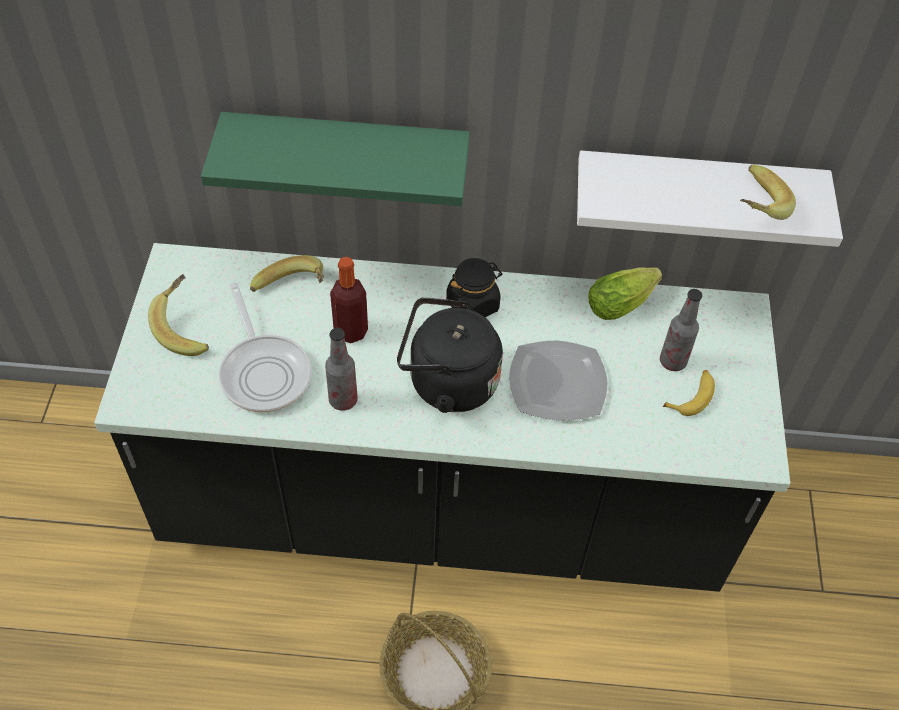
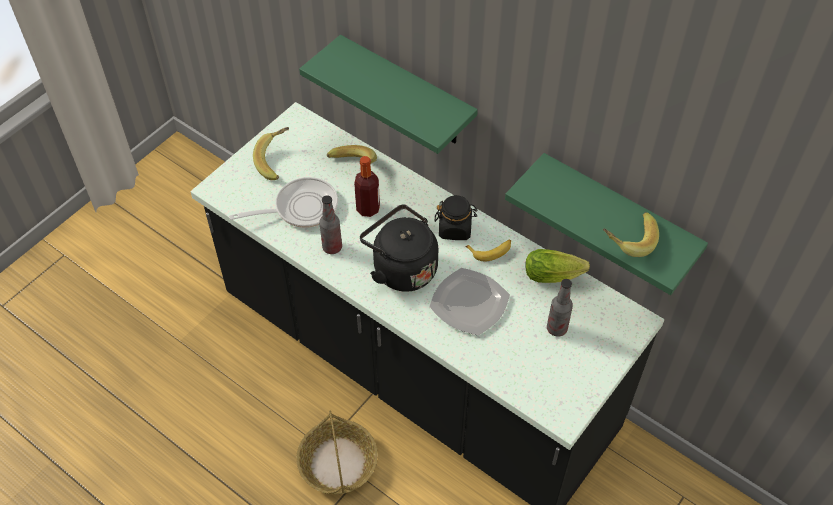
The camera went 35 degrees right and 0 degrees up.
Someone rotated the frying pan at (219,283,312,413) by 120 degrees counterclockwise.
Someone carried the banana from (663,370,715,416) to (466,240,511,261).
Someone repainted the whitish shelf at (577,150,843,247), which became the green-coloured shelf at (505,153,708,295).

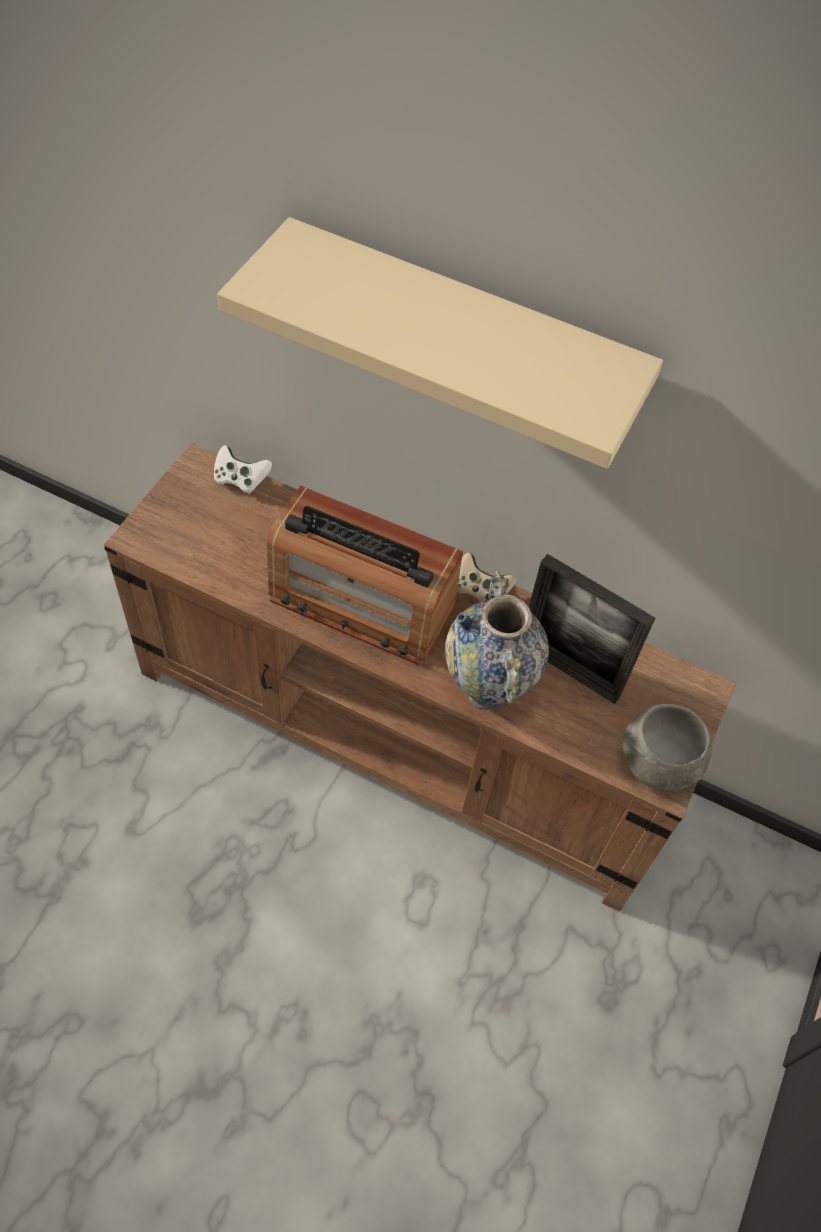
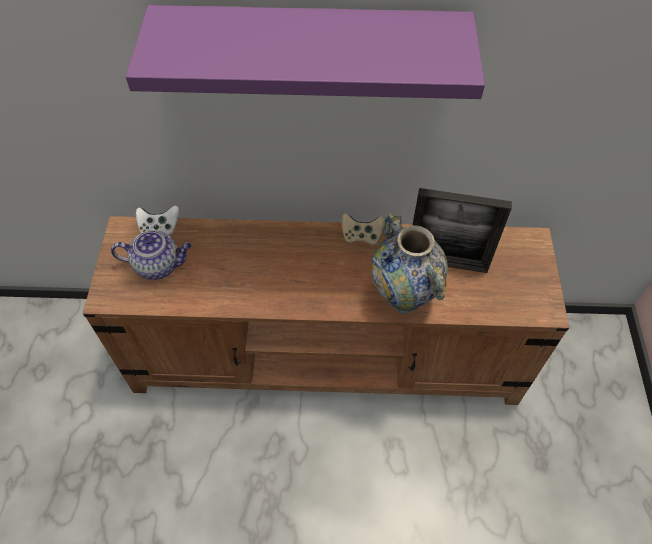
The camera went 20 degrees left and 0 degrees up.
Someone put down the tea pot at (111,230,192,280).
Someone repainted the beige shelf at (217,217,663,469), which became the purple shelf at (126,5,485,99).
Someone took away the radio set at (267,485,463,665).
Someone took away the grey serving bowl at (623,704,712,792).

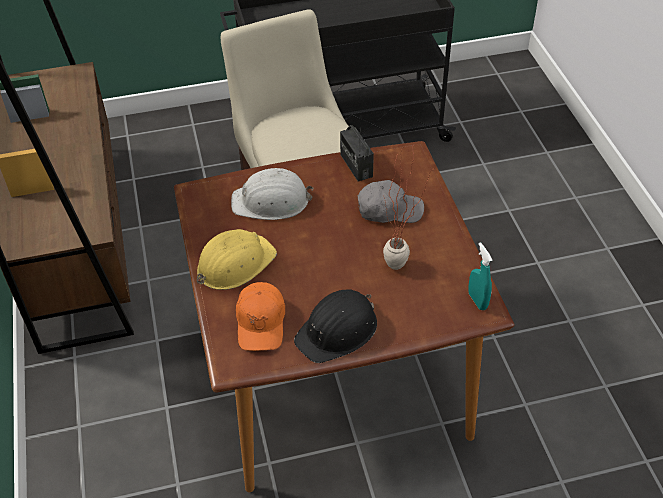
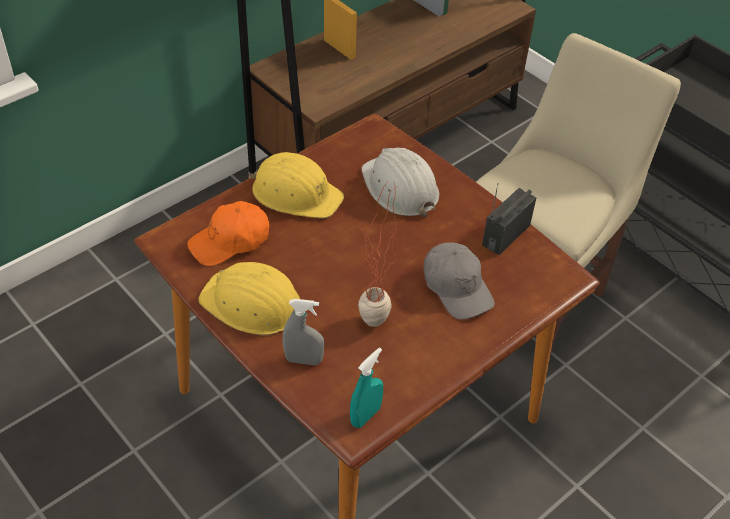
The camera went 60 degrees right and 0 degrees up.
Someone repainted the blackish hard hat at (294,289,377,363), which became the yellowish hard hat at (198,262,300,335).
Someone put down the grey sprayer at (283,299,324,365).

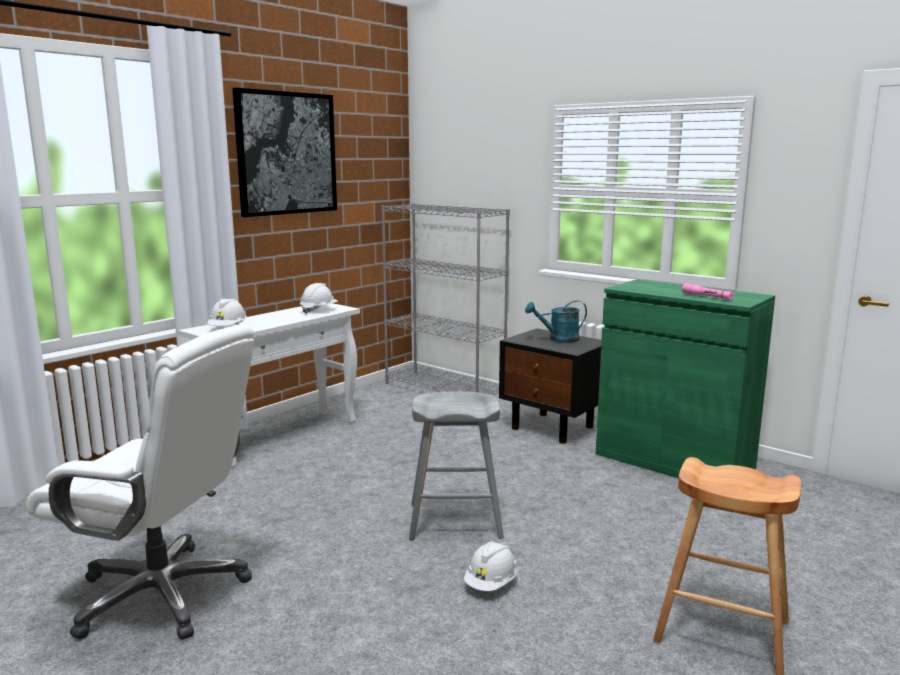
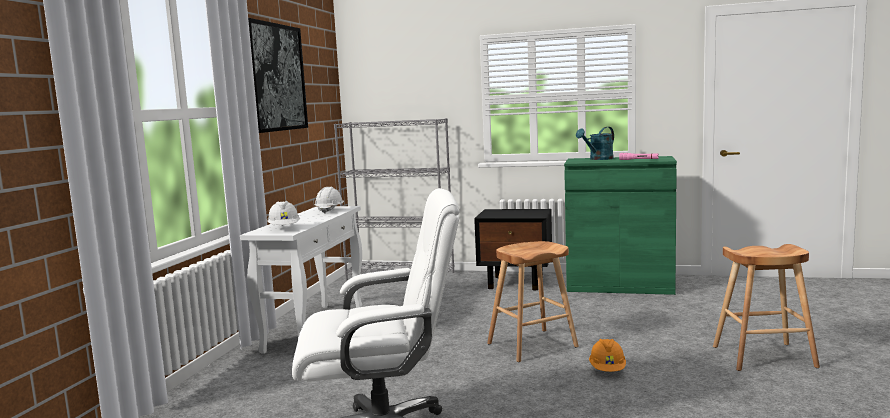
The camera went 25 degrees left and 5 degrees down.
Someone repainted the grey stool seat at (409,391,504,540), which became the brown-coloured stool seat at (487,241,579,362).
Someone carried the turquoise watering pot from (525,301,587,343) to (576,127,614,160).
Someone repainted the whitish hard hat at (464,541,518,591), which became the orangey hard hat at (589,339,626,372).

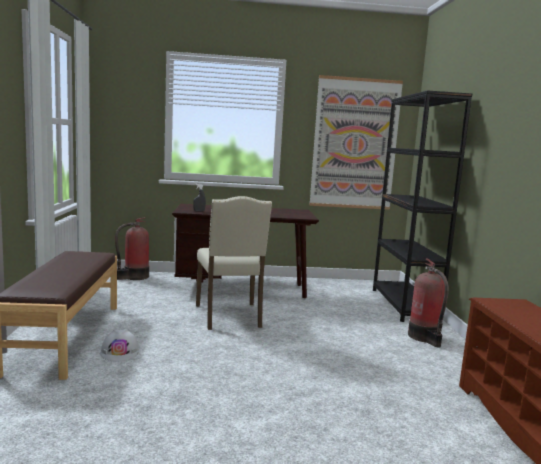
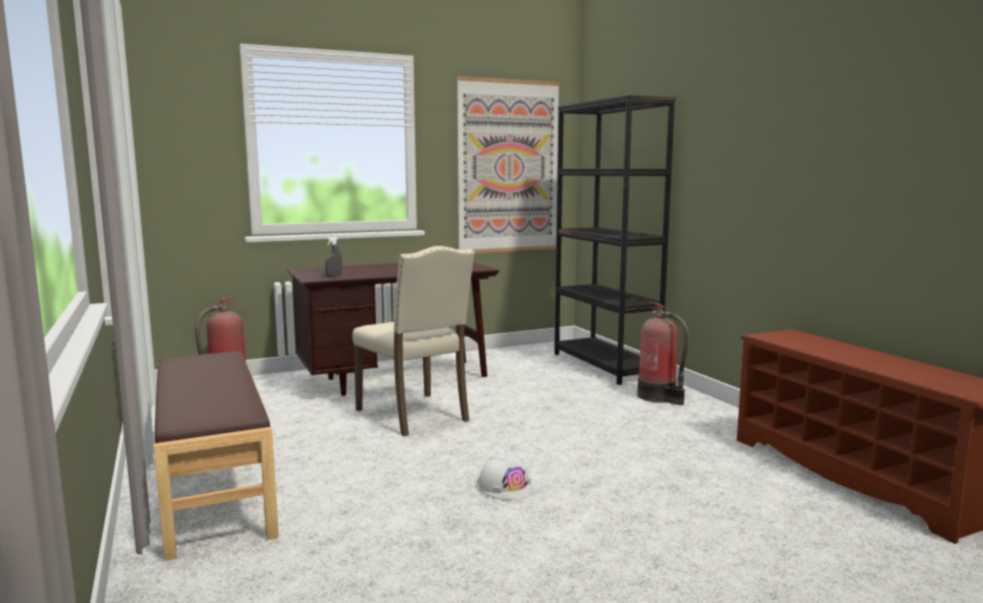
The camera went 20 degrees left and 0 degrees up.
Someone carried the whitish hard hat from (100,329,139,361) to (477,452,534,500).

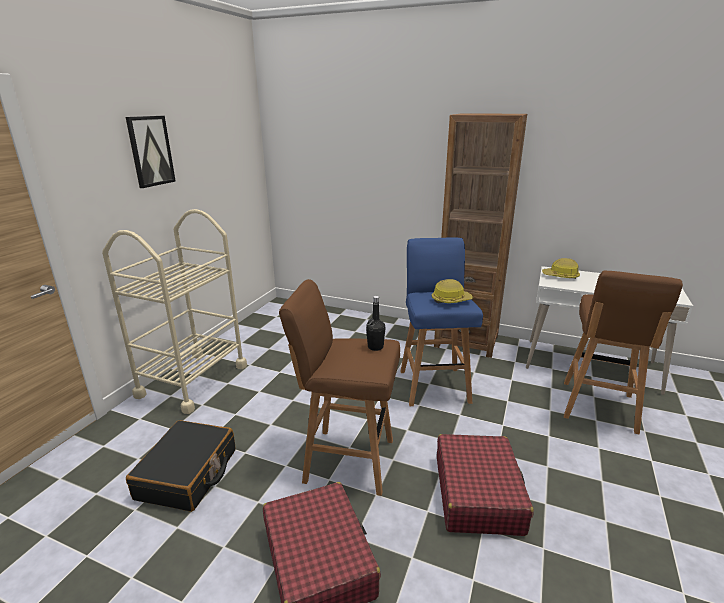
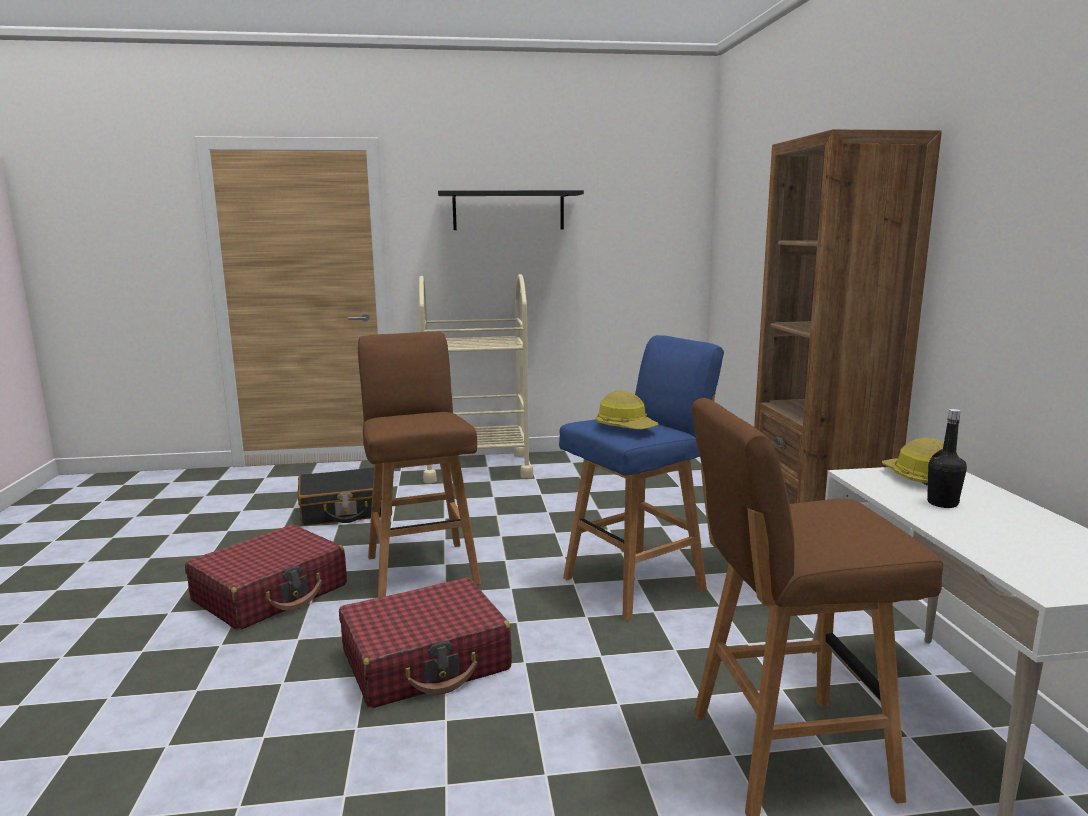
The camera went 60 degrees right and 10 degrees down.
Someone swapped the wall picture at (126,116,176,188) for the blackish shelf at (438,190,584,230).
Someone carried the blackish drink bottle from (366,296,386,351) to (927,409,967,508).

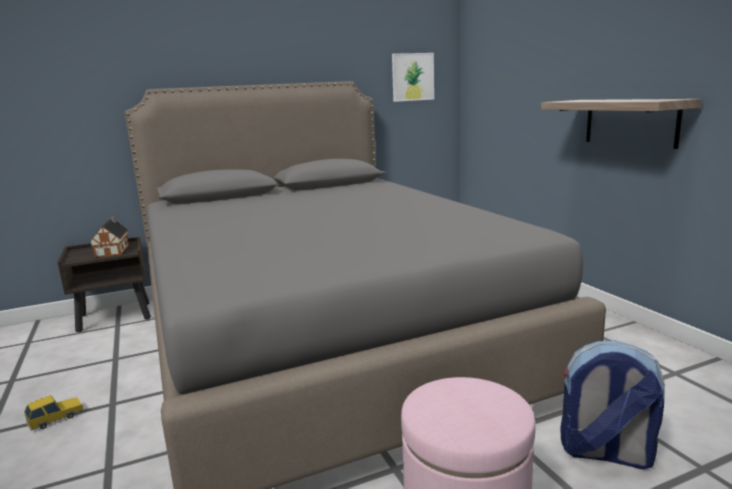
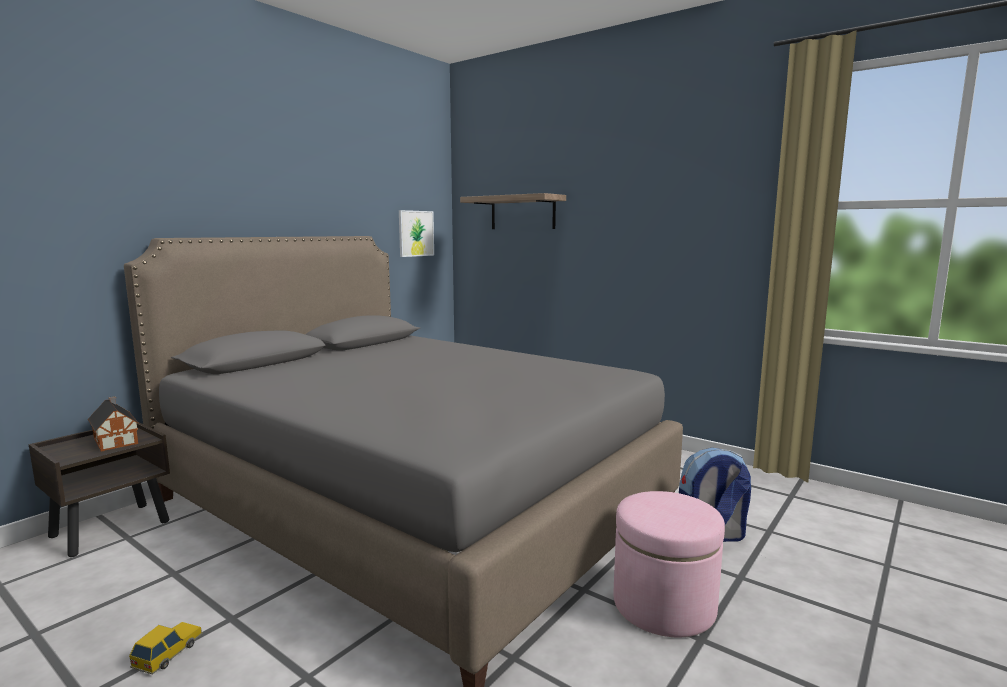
The camera went 30 degrees left and 5 degrees down.
Someone carried the shelf from (541,99,701,149) to (460,193,566,229).

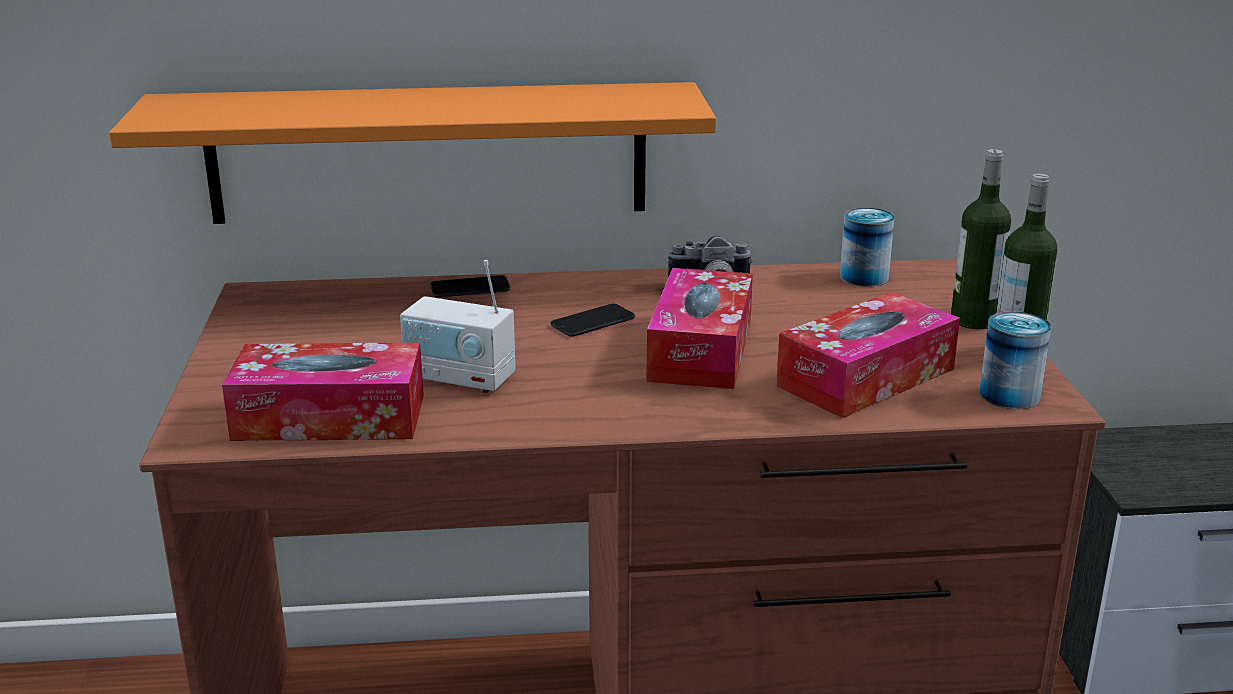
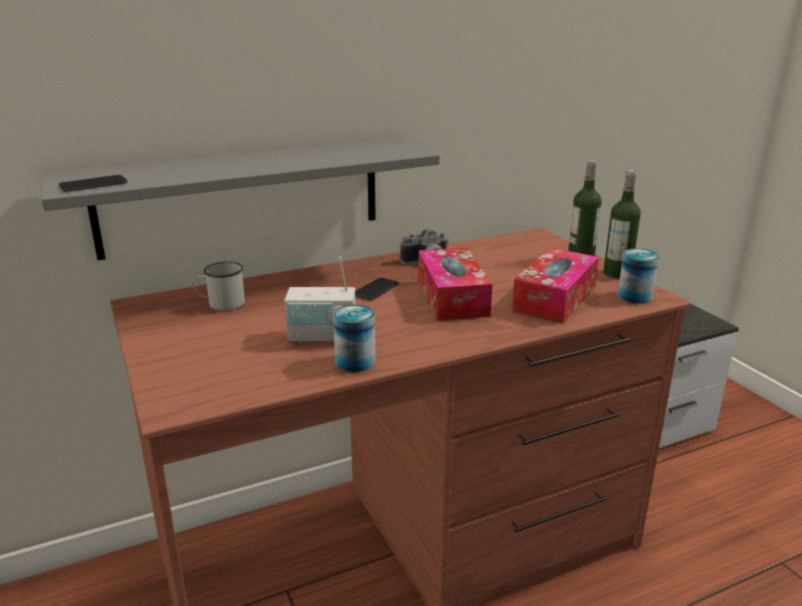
The camera went 20 degrees left and 0 degrees up.
Someone repainted the orangey shelf at (109,82,716,224), which became the grey shelf at (40,138,440,260).
Someone carried the phone from (430,275,510,298) to (58,175,128,192).
Someone put down the whitish coffee mug at (192,262,245,311).
Someone carried the sealed can from (840,208,895,286) to (333,305,376,372).
Someone took away the tissue holder at (222,342,424,441).

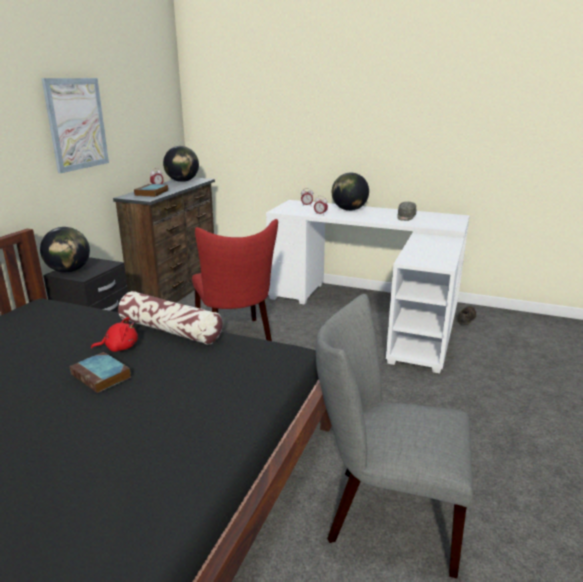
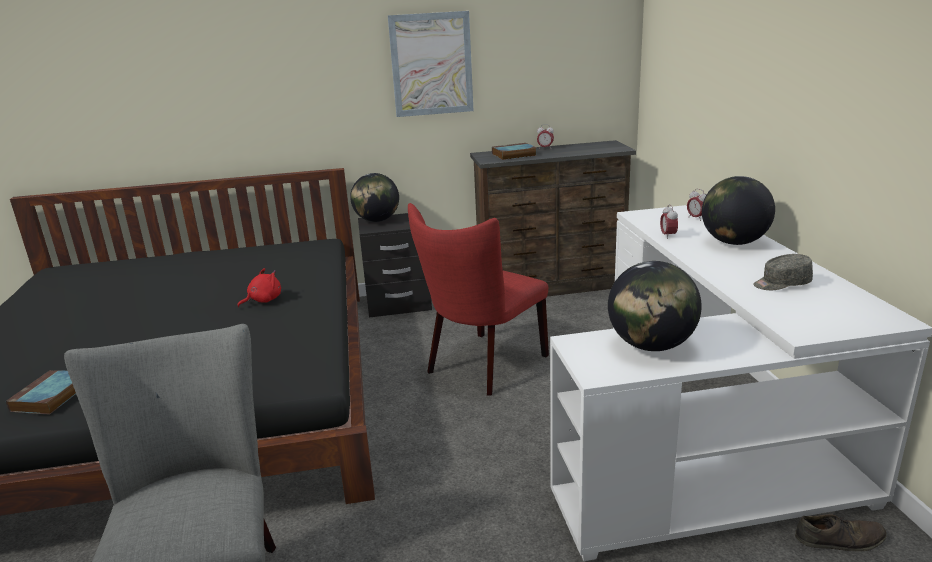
The camera went 60 degrees right and 0 degrees up.
Someone carried the volume from (70,352,131,393) to (6,370,76,415).
Someone rotated the red-coloured soft toy at (91,317,138,352) by 90 degrees counterclockwise.
Someone carried the globe from (163,146,199,182) to (608,261,702,351).
Someone took away the throw pillow at (118,291,223,345).

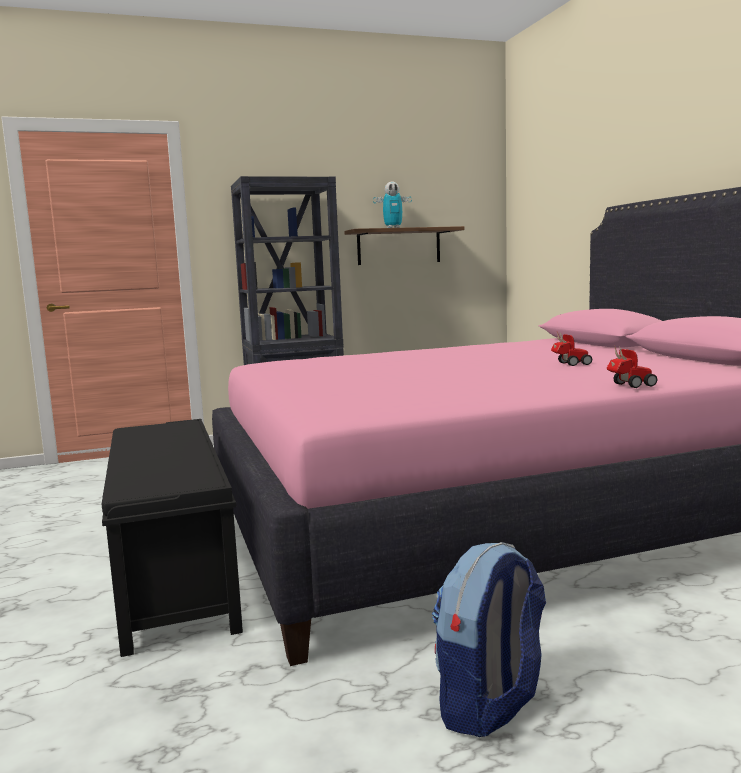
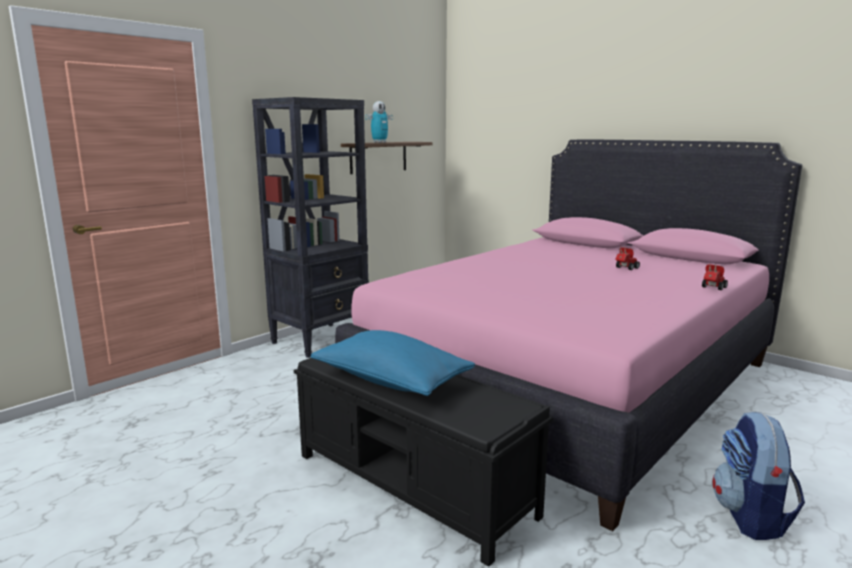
The camera went 30 degrees left and 5 degrees up.
Someone put down the bluish throw pillow at (311,330,475,396).

